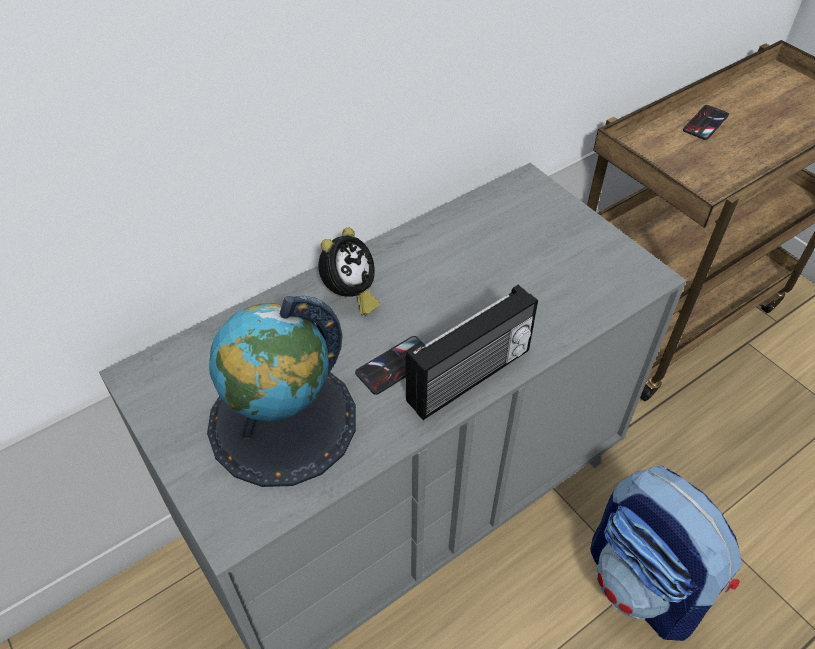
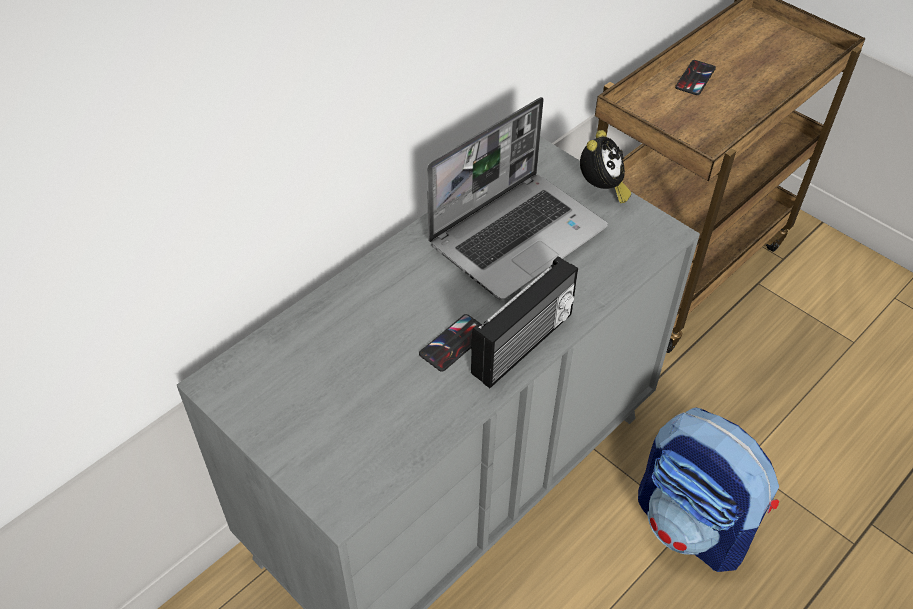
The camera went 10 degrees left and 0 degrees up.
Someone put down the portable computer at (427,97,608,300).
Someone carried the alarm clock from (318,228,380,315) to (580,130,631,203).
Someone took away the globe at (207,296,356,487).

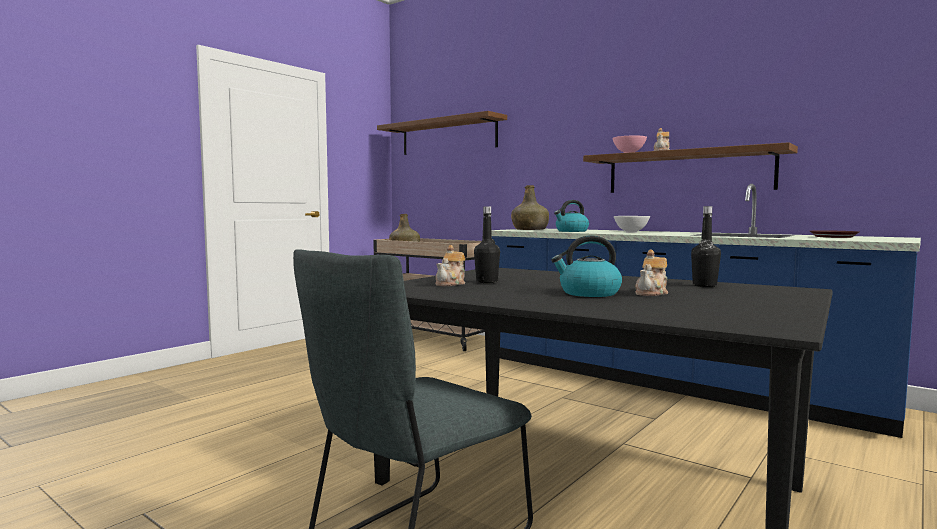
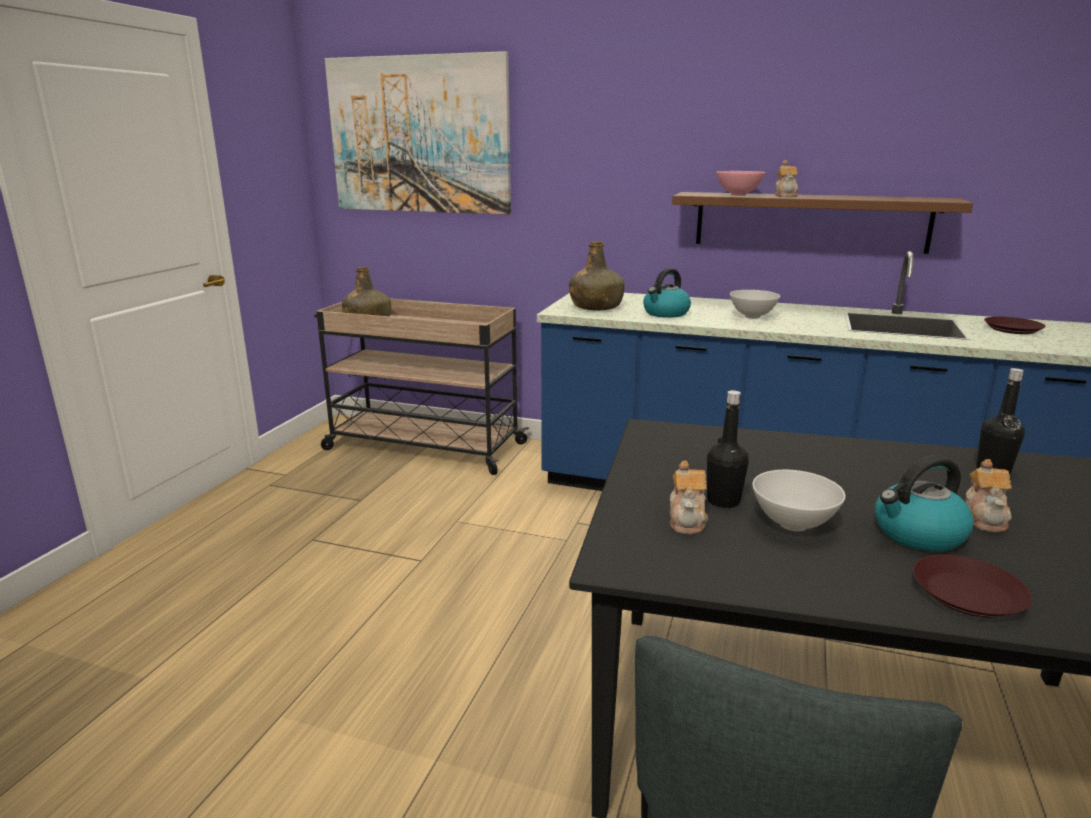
The camera went 20 degrees left and 15 degrees up.
Someone swapped the brown-coloured shelf at (377,111,507,155) for the wall picture at (325,51,511,215).
Someone put down the whitish serving bowl at (752,470,845,531).
Someone put down the brown-coloured flat dish at (913,554,1032,617).

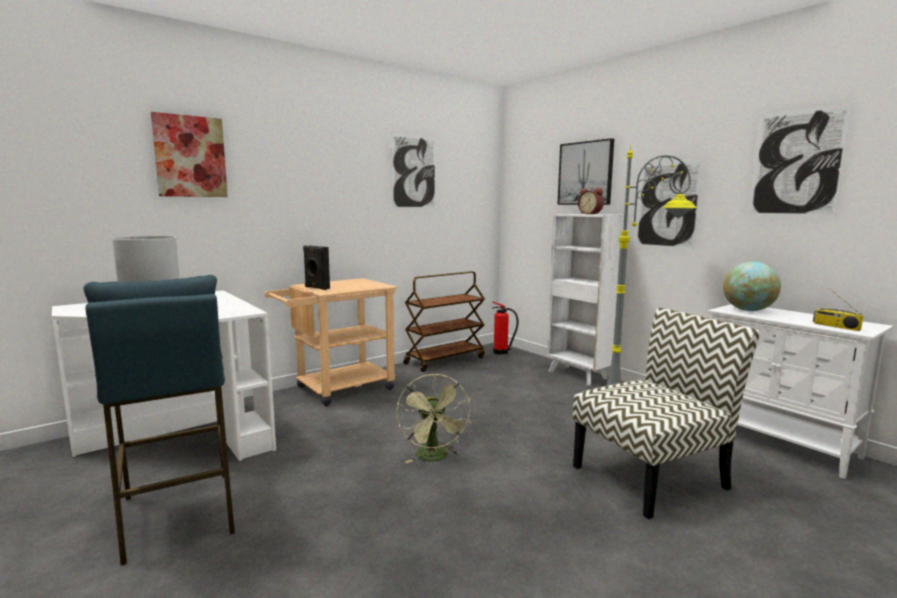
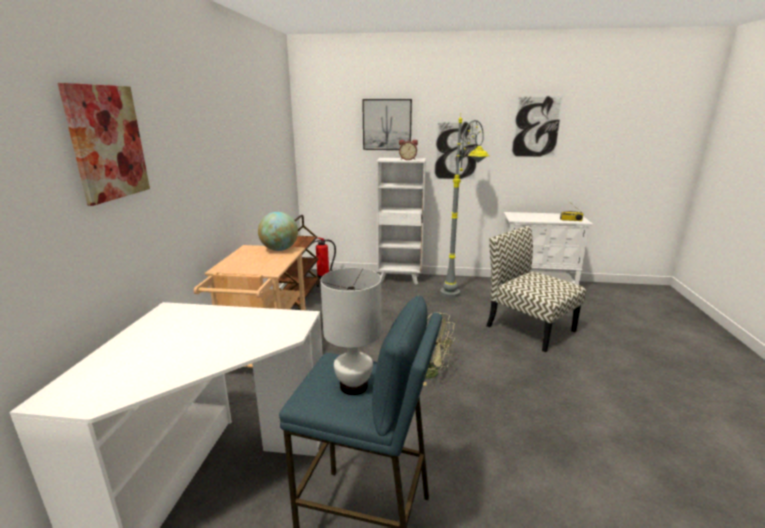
The camera went 45 degrees left and 10 degrees up.
Someone carried the globe from (723,262,781,311) to (258,212,298,251).
Someone rotated the upright chair at (573,308,760,519) by 60 degrees counterclockwise.
Someone took away the blackish loudspeaker at (303,245,330,290).
Someone took away the wall picture at (391,133,436,208).

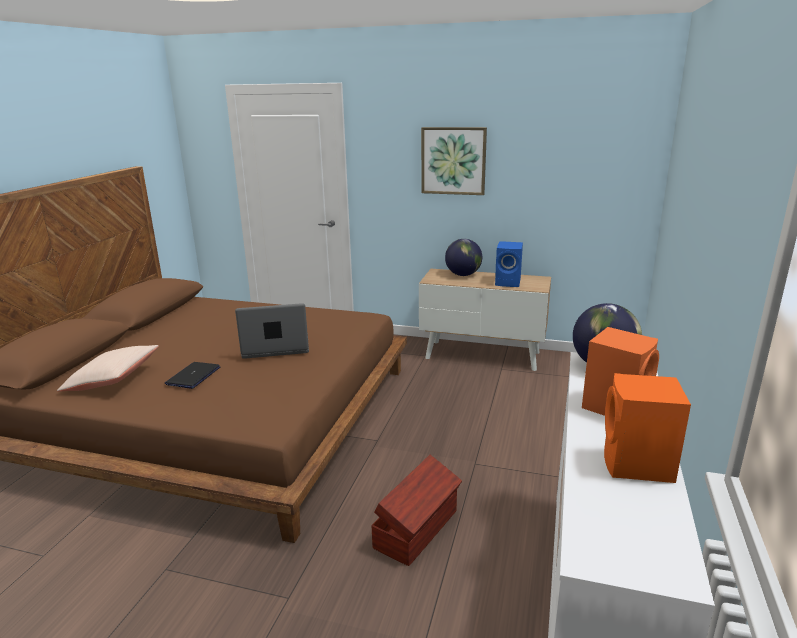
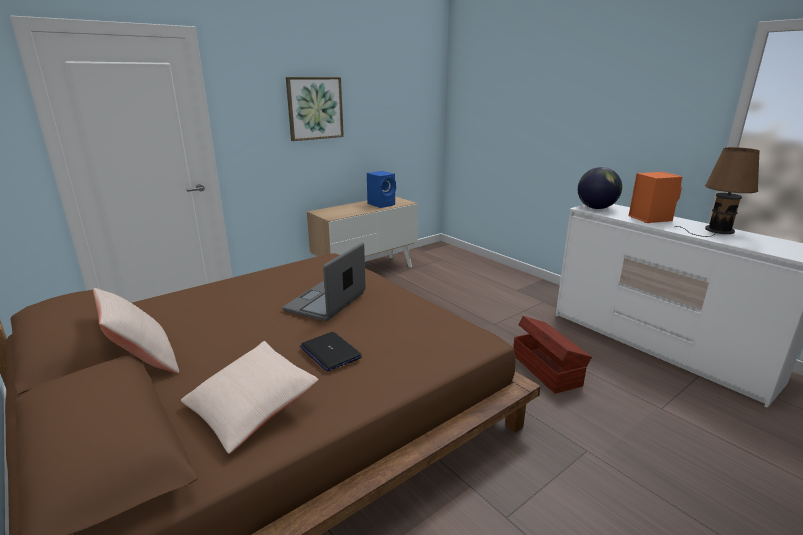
The camera went 55 degrees left and 0 degrees up.
Someone put down the beige throw pillow at (93,288,179,374).
Someone swapped the orangey loudspeaker at (604,373,691,483) for the brown-coloured lamp for a table at (675,147,760,237).
Someone took away the globe at (445,239,482,276).

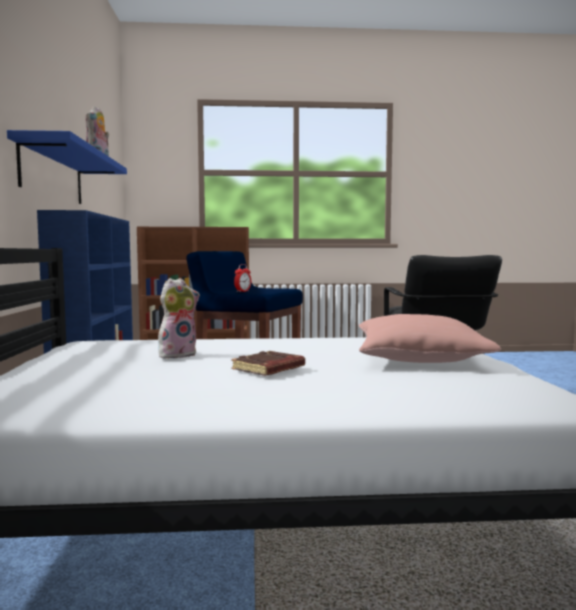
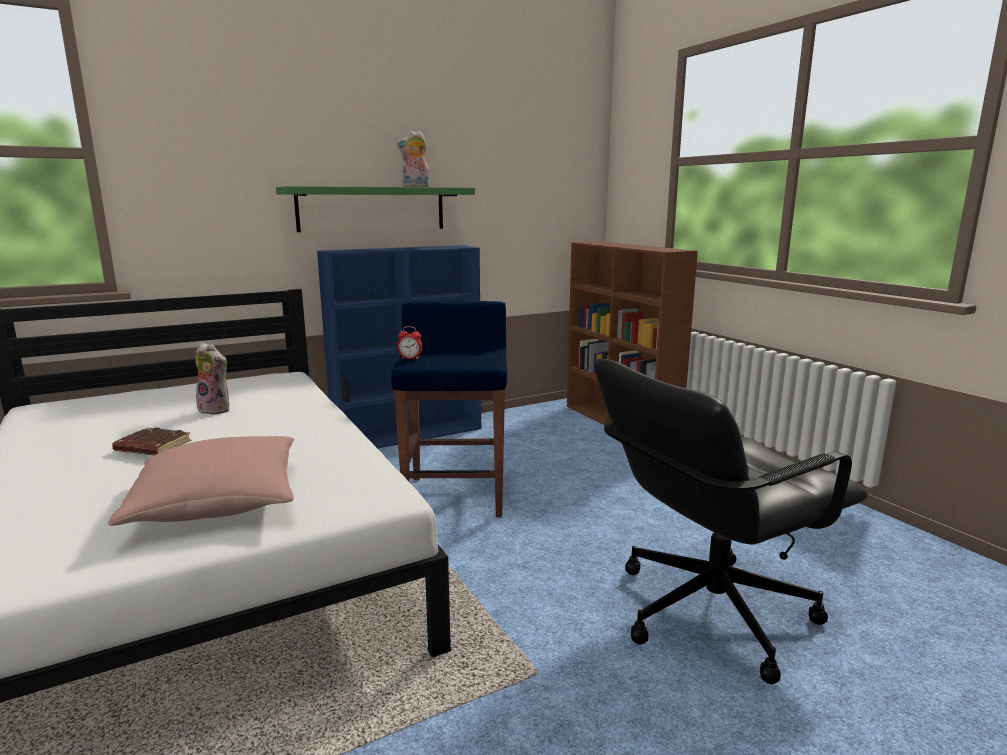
The camera went 65 degrees right and 10 degrees up.
Someone repainted the bluish shelf at (7,130,127,204), which became the green-coloured shelf at (276,186,475,232).

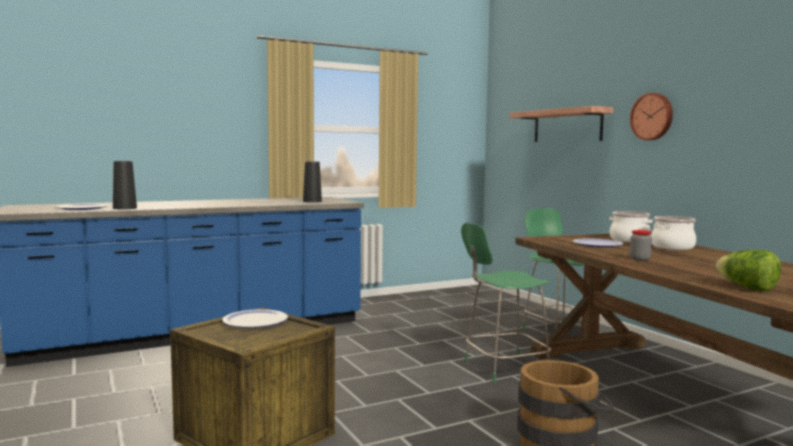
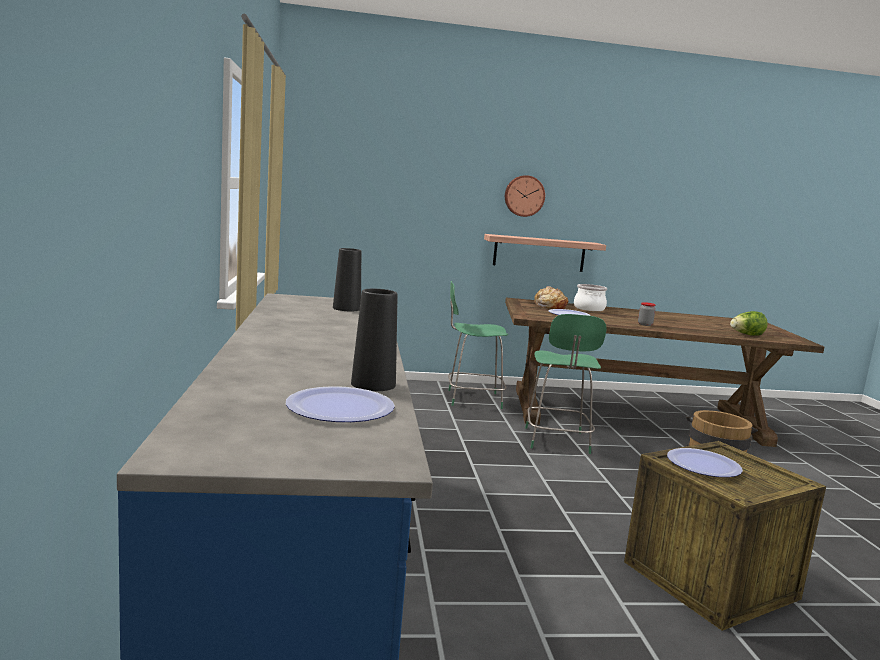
The camera went 70 degrees left and 5 degrees up.
Someone carried the shelf from (510,106,613,142) to (484,234,606,272).
Someone swapped the stockpot at (609,211,653,242) for the bakery bread at (533,286,568,309).

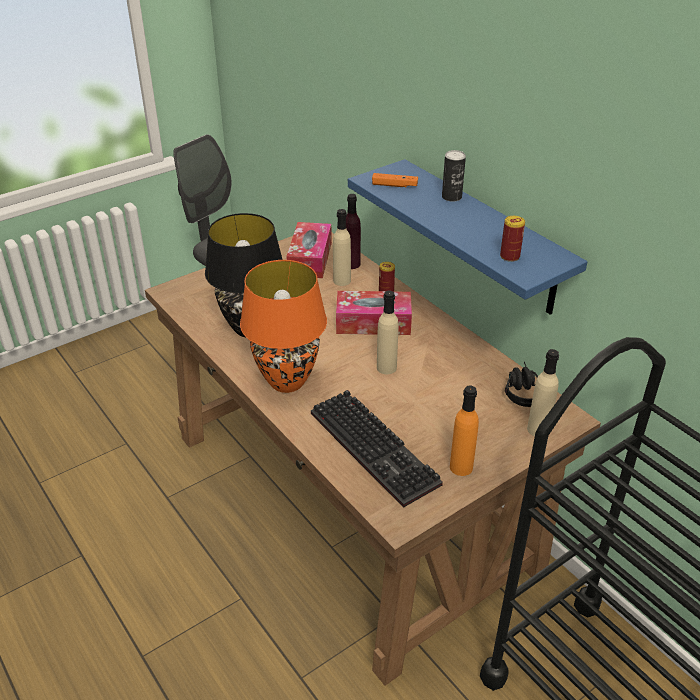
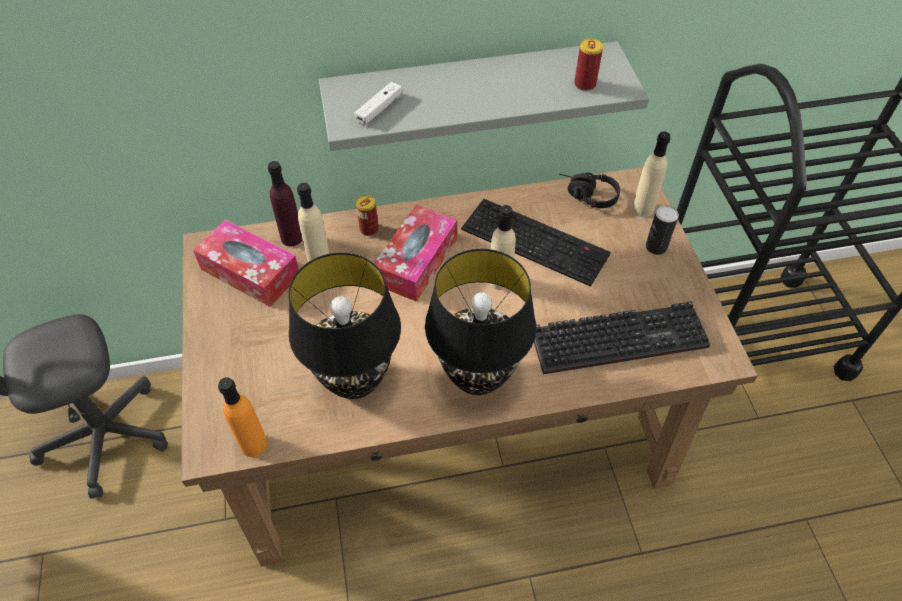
The camera went 65 degrees left and 15 degrees up.
Someone carried the orangey drink bottle from (450,386,479,476) to (218,377,267,457).
Someone repainted the bluish shelf at (348,159,588,315), which became the grey shelf at (319,41,649,151).
Someone repainted the orangey joypad at (372,173,418,188), which became the whitish joypad at (355,82,402,125).
Someone repainted the orangey lamp for a table at (240,260,327,393), which became the blackish lamp for a table at (425,249,536,395).
Someone put down the PC keyboard at (461,199,611,287).
Someone carried the sealed can from (442,150,466,202) to (646,205,679,255).

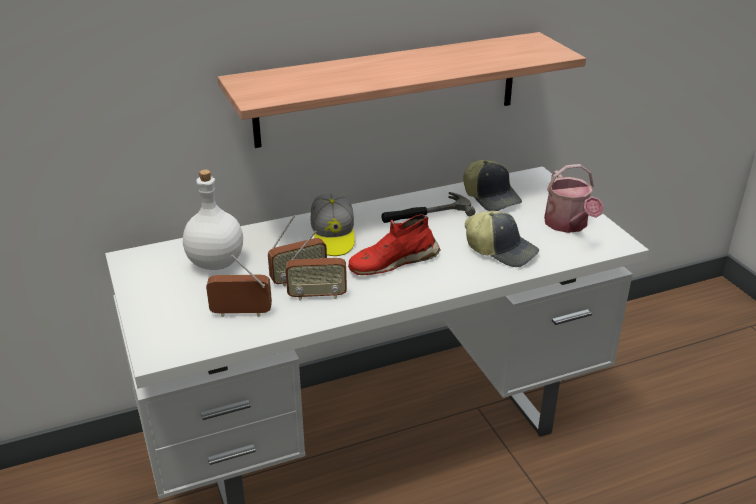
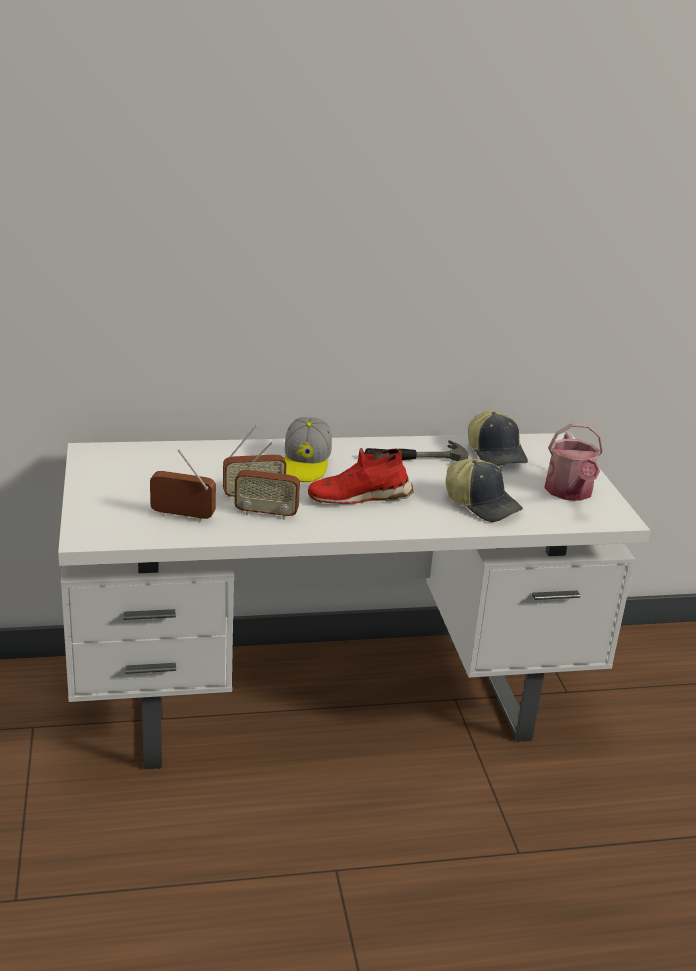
The camera went 10 degrees right and 5 degrees down.
Someone took away the whitish drink bottle at (183,169,243,270).
Someone took away the shelf at (218,32,586,148).

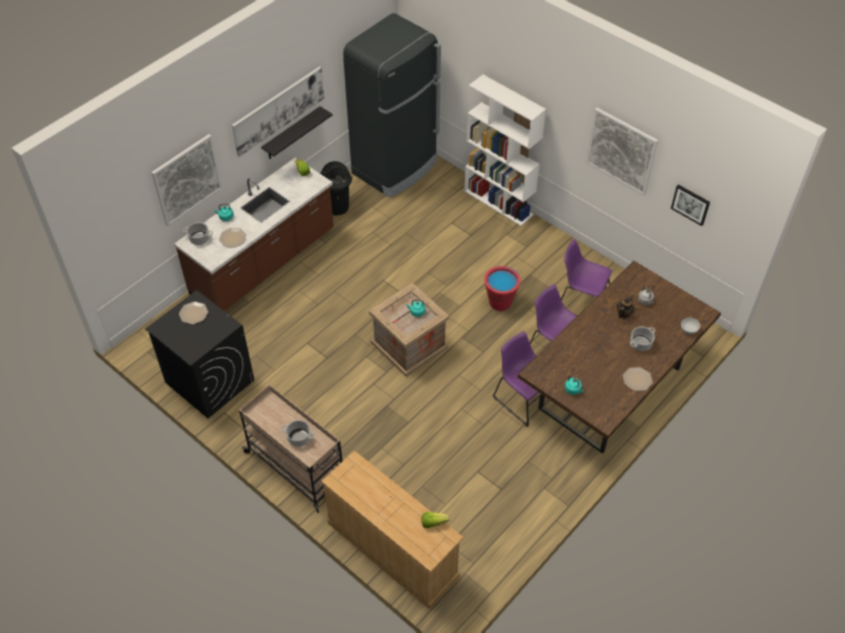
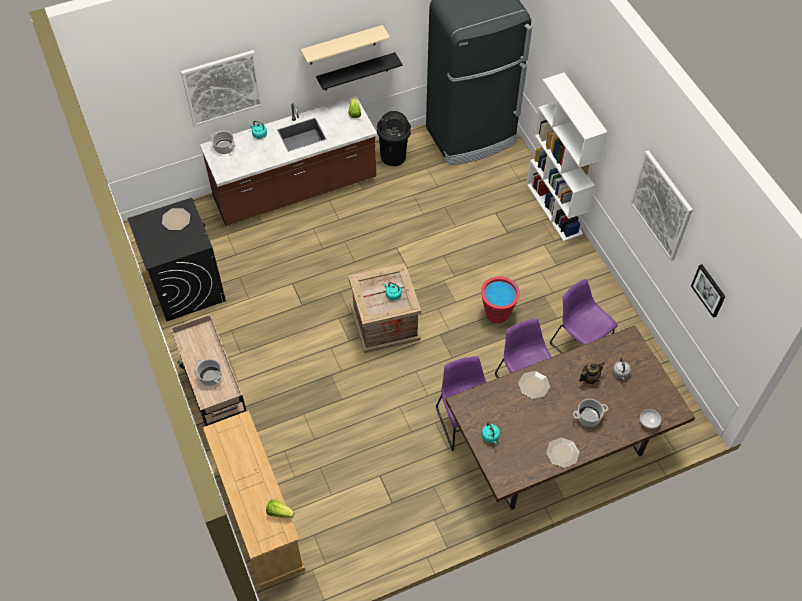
The camera went 25 degrees right and 5 degrees up.
Someone swapped the wall picture at (232,67,324,157) for the beige shelf at (300,25,390,64).
Someone carried the flat dish from (219,228,246,247) to (518,371,550,399).

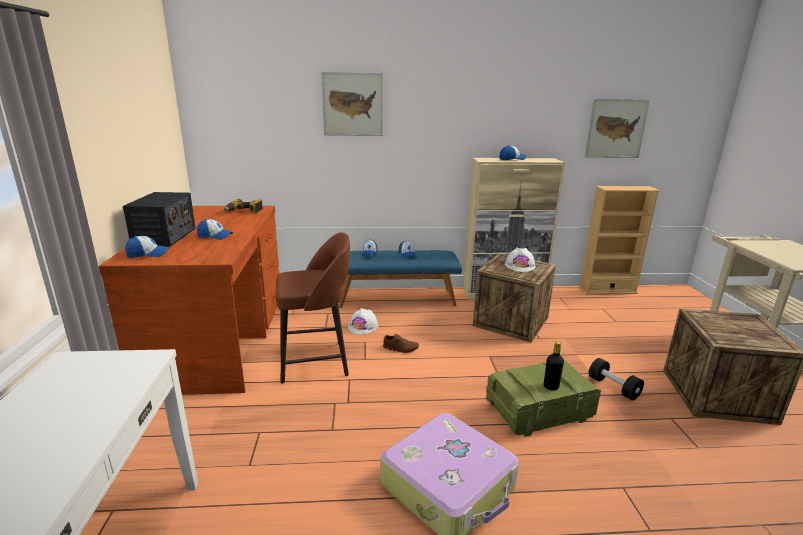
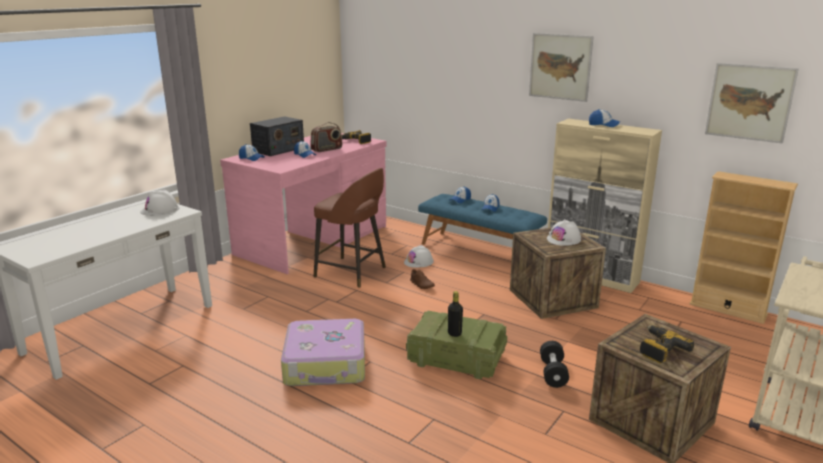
The camera went 40 degrees right and 0 degrees up.
Someone put down the whitish hard hat at (140,189,179,216).
Someone repainted the brown-coloured desk table at (99,206,280,395), which became the pinkish desk table at (220,133,387,274).
Someone put down the radio set at (310,122,342,152).
Someone carried the wall picture from (321,72,383,136) to (529,33,594,102).
Someone put down the drill at (640,325,694,363).

